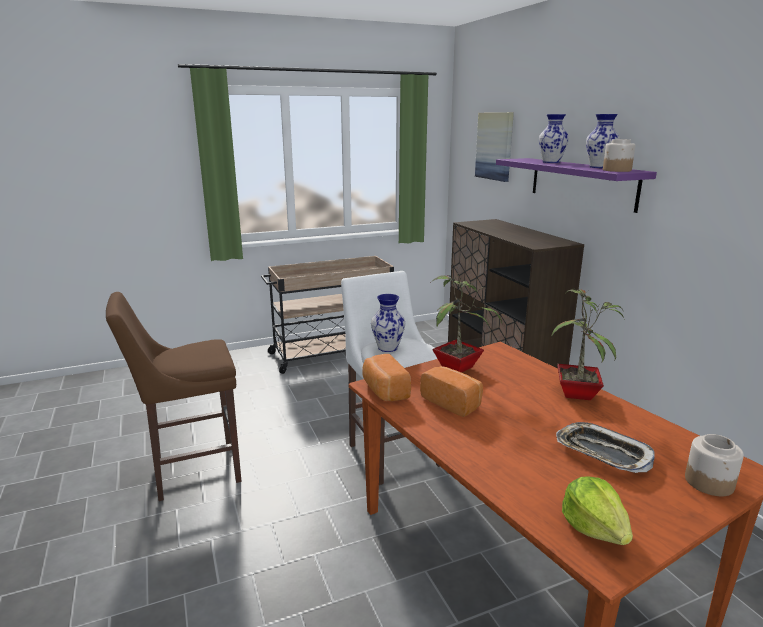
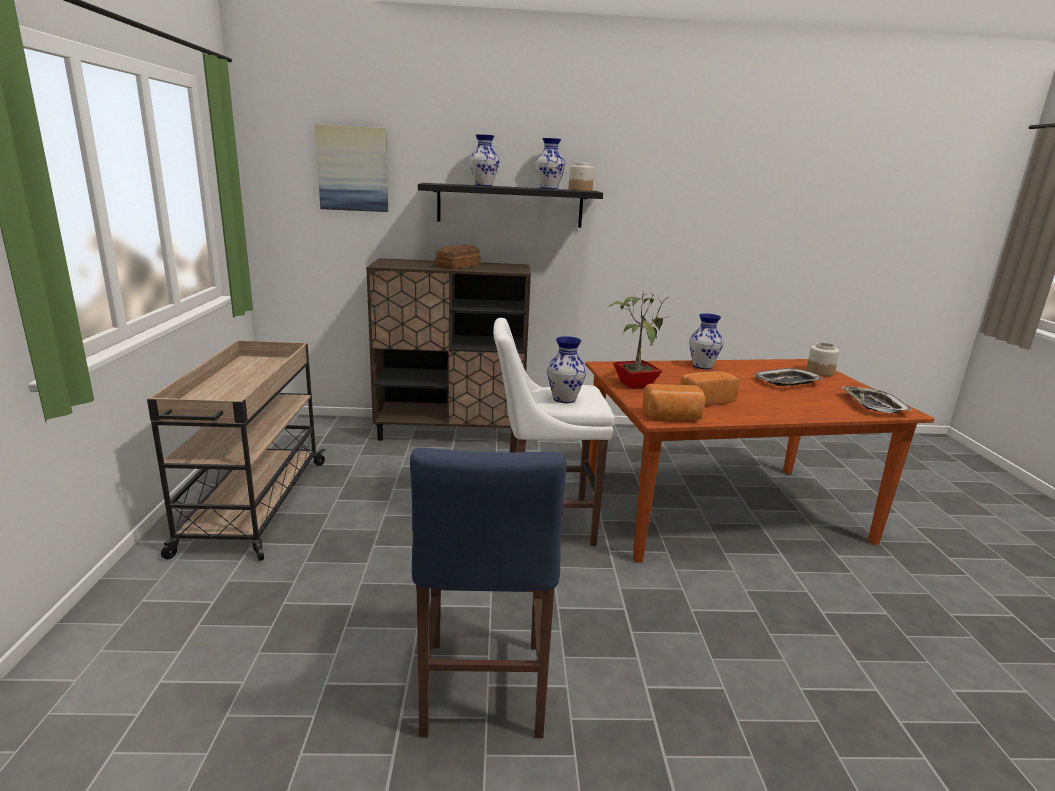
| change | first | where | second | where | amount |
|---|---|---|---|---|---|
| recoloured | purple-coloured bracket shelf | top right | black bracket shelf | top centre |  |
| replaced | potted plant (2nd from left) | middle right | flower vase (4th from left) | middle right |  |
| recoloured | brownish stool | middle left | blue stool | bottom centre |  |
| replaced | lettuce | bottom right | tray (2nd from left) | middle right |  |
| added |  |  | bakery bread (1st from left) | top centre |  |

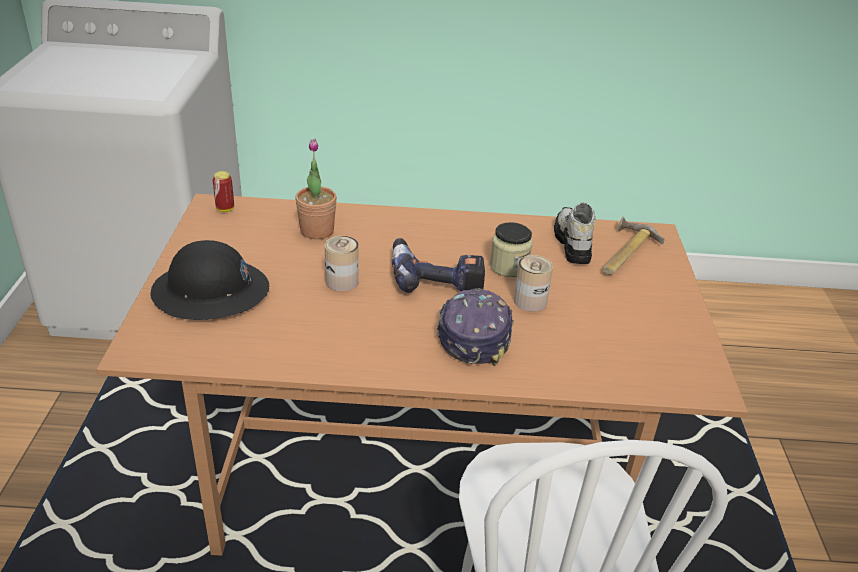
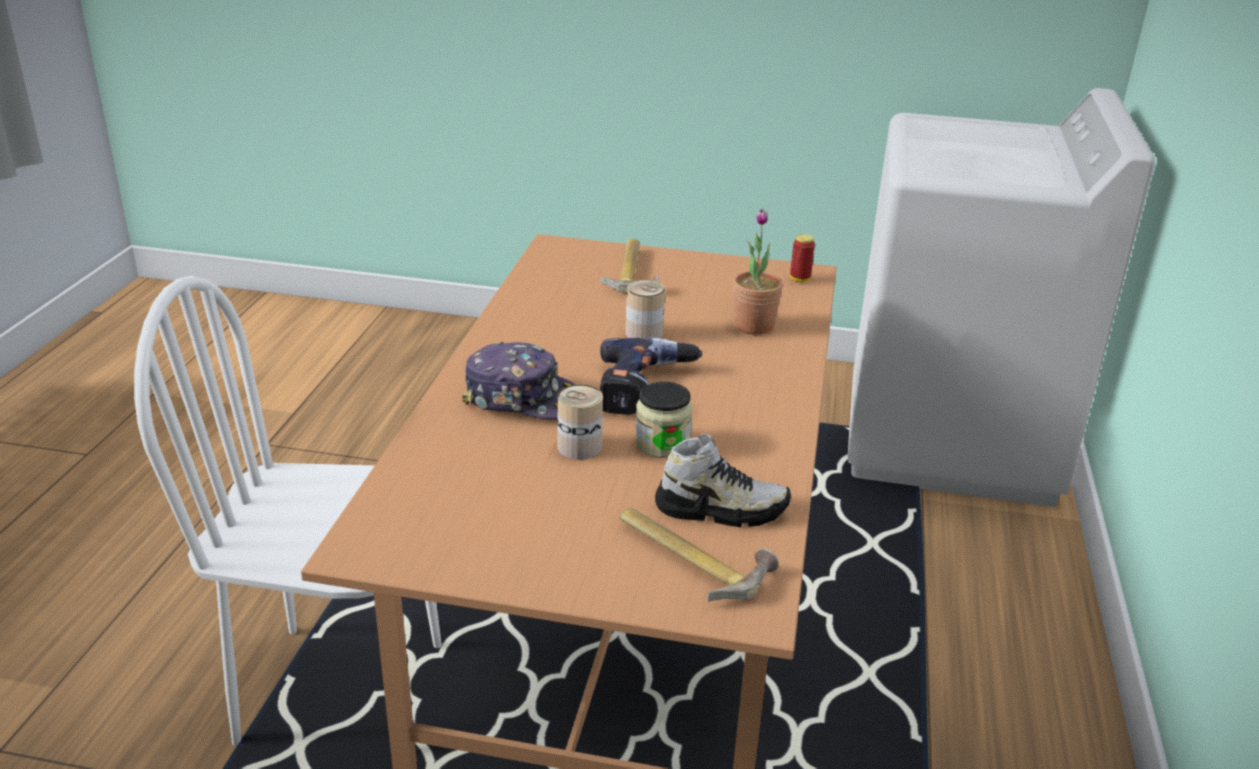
| change | first | where | second | where | amount |
|---|---|---|---|---|---|
| replaced | black hard hat | middle left | hammer (1st from left) | centre |  |

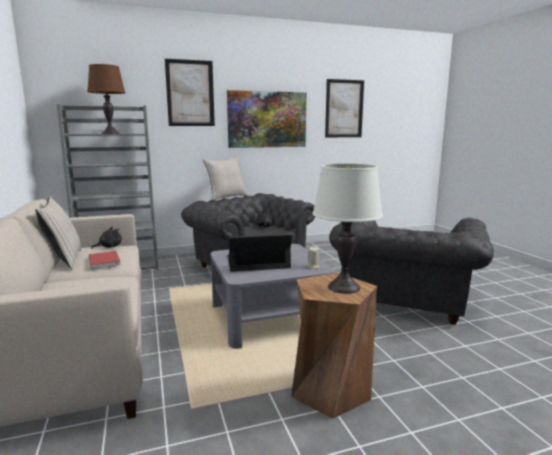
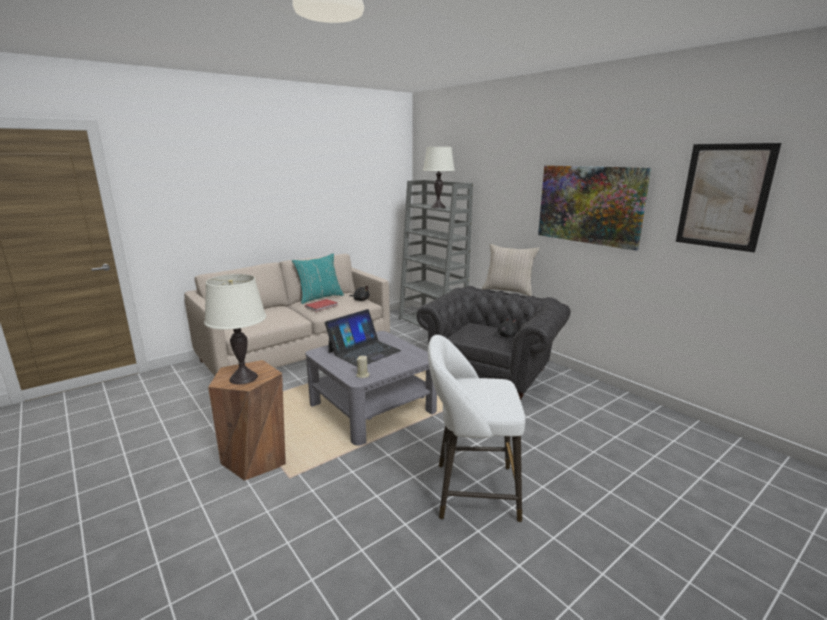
| change | first | where | second | where | amount |
|---|---|---|---|---|---|
| removed | wall picture (1st from left) | top centre |  |  |  |
| recoloured | brownish tabletop lamp | top left | white tabletop lamp (2nd from left) | top centre |  |
| recoloured | beige pillow (1st from left) | middle left | turquoise-coloured pillow | centre |  |
| replaced | greyish armchair (2nd from left) | middle right | white stool | bottom centre |  |
| turned | notebook computer | centre |  | centre | 75 degrees clockwise |

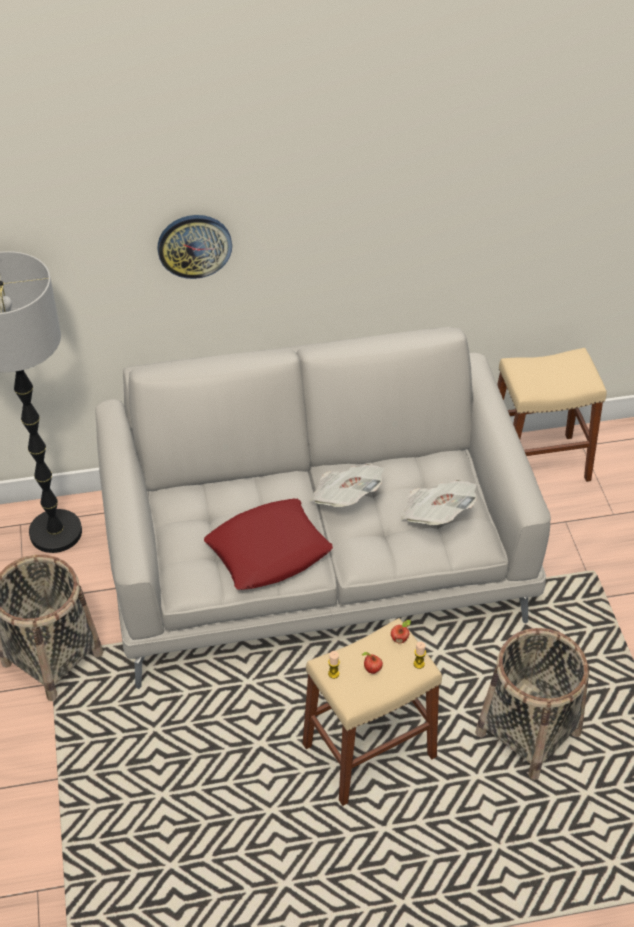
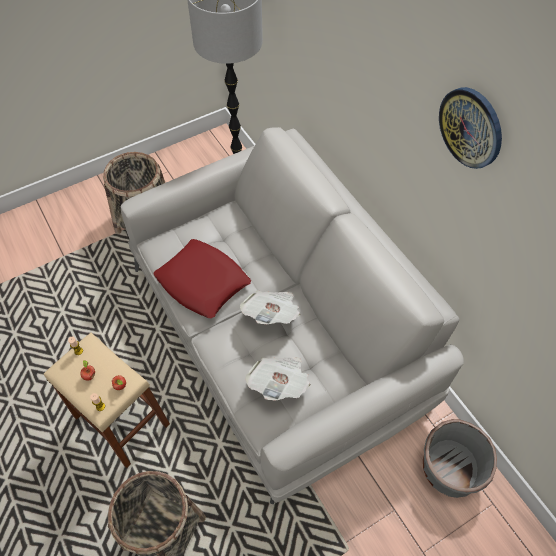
| change | first | where | second | where | amount |
|---|---|---|---|---|---|
| moved | wall clock | top left |  | top right |  |
| replaced | beige stool (2nd from left) | middle right | greyish flower pot | bottom right |  |

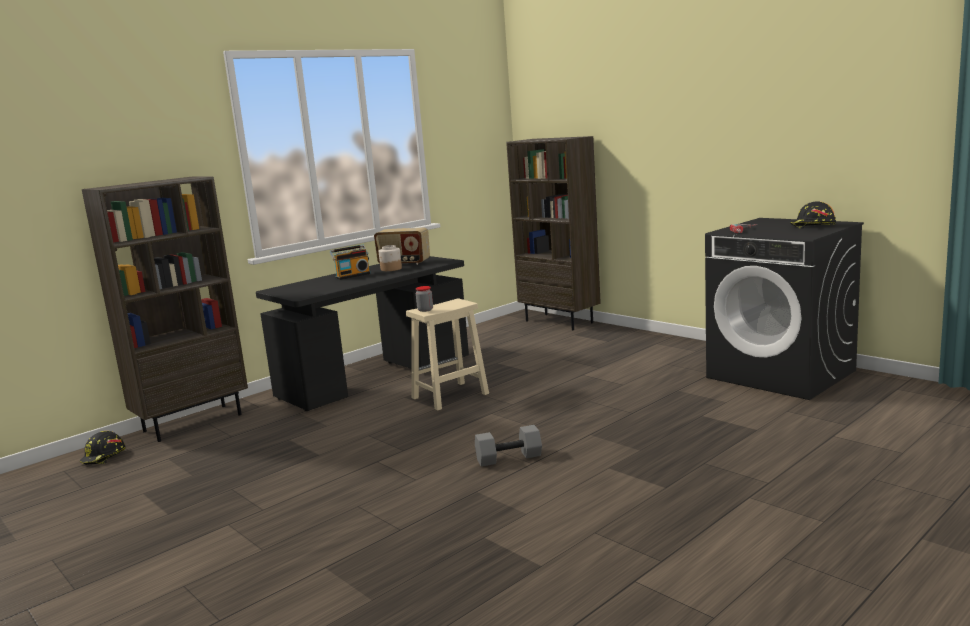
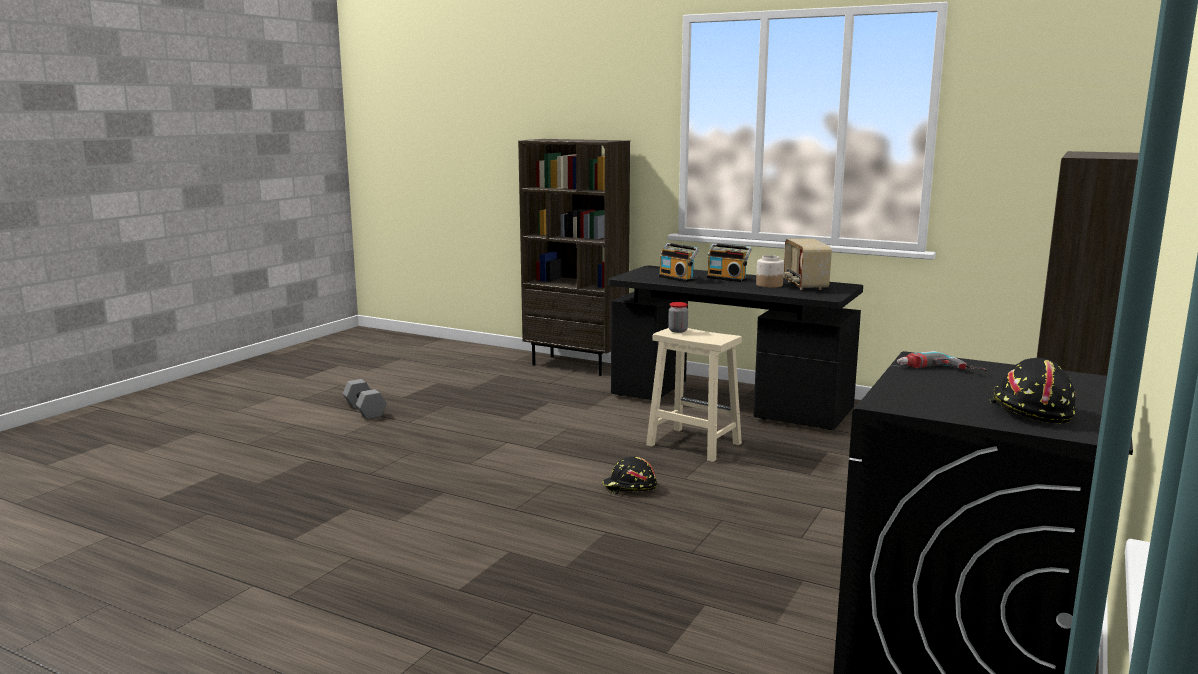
| change | first | where | second | where | amount |
|---|---|---|---|---|---|
| moved | greyish hand weight | bottom centre |  | middle left |  |
| moved | black hard hat (1st from left) | bottom left |  | bottom centre |  |
| added |  |  | radio (1st from left) | centre |  |

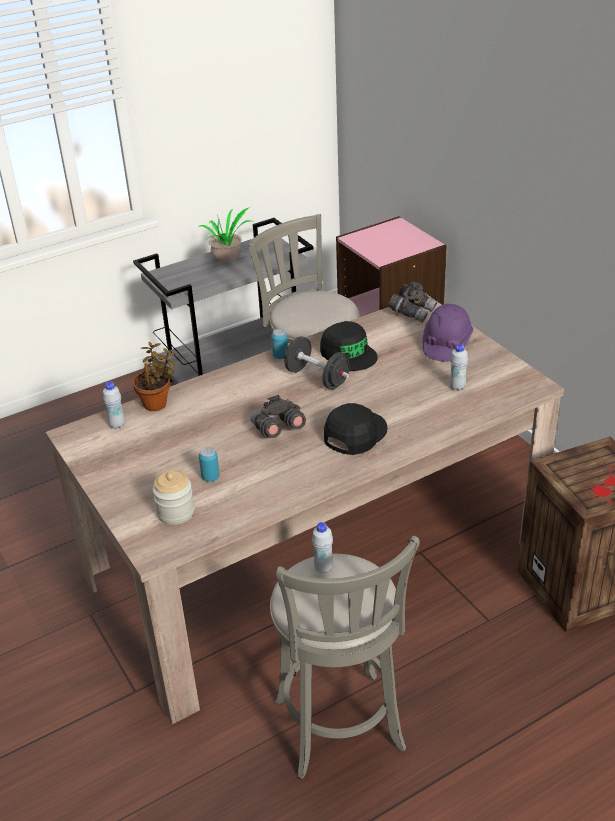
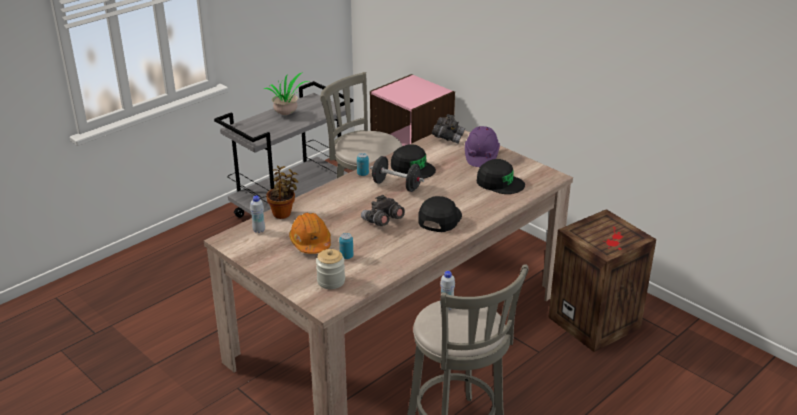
| change | first | where | second | where | amount |
|---|---|---|---|---|---|
| replaced | white bottle (3rd from left) | middle right | black peaked cap (3rd from left) | centre |  |
| added |  |  | orangey hard hat | centre |  |

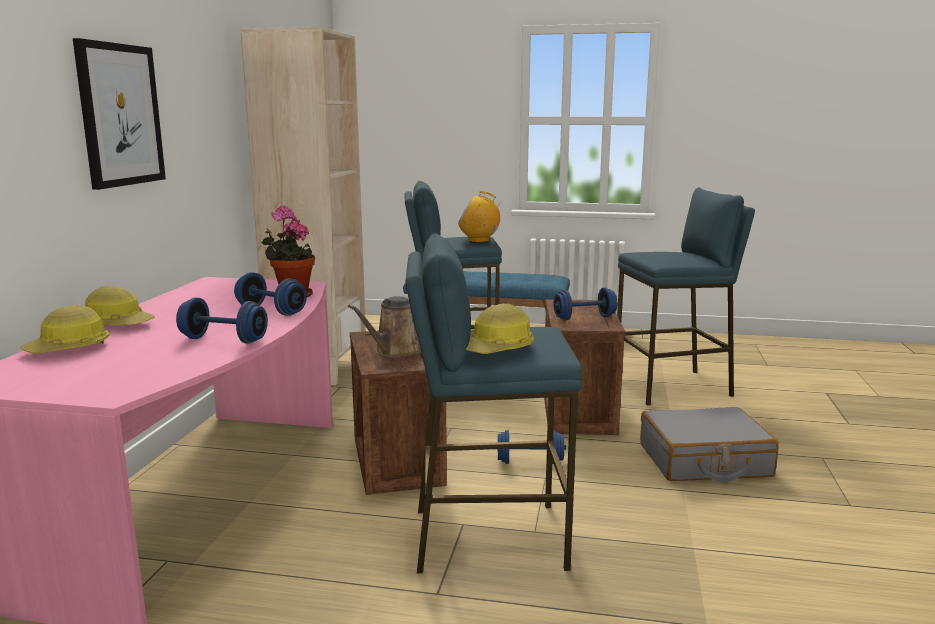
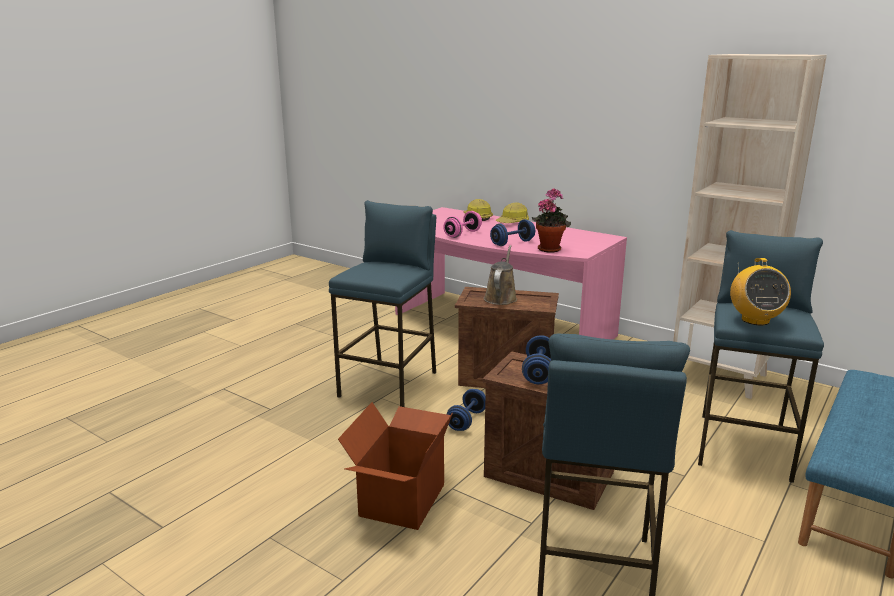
| change | first | where | second | where | amount |
|---|---|---|---|---|---|
| removed | wall picture | top left |  |  |  |
| turned | radio | centre |  | middle right | 150 degrees clockwise |
| turned | brownish watering can | centre |  | centre | 45 degrees clockwise |
| recoloured | blue hand weight (1st from left) | middle left | pinkish hand weight | centre |  |
| removed | hard hat (3rd from left) | centre |  |  |  |
| replaced | greyish suitcase | bottom right | packing box | bottom centre |  |

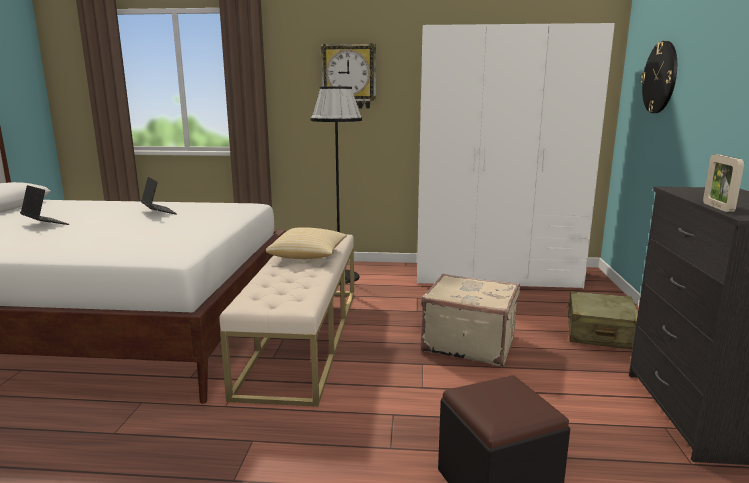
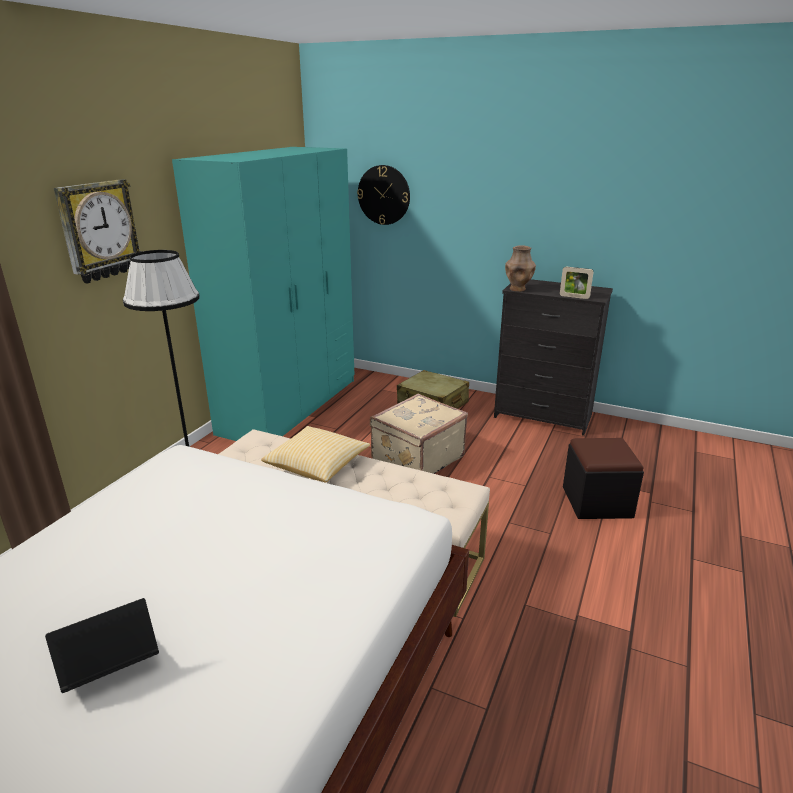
| change | first | where | second | where | amount |
|---|---|---|---|---|---|
| recoloured | white armoire | top right | turquoise-coloured armoire | middle left |  |
| removed | notebook computer (2nd from left) | middle left |  |  |  |
| added |  |  | brownish flower vase | centre |  |

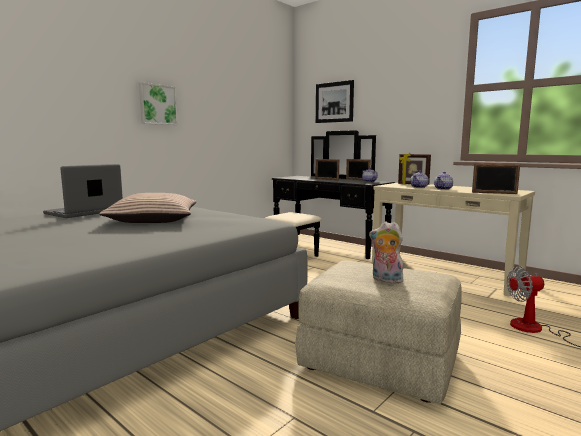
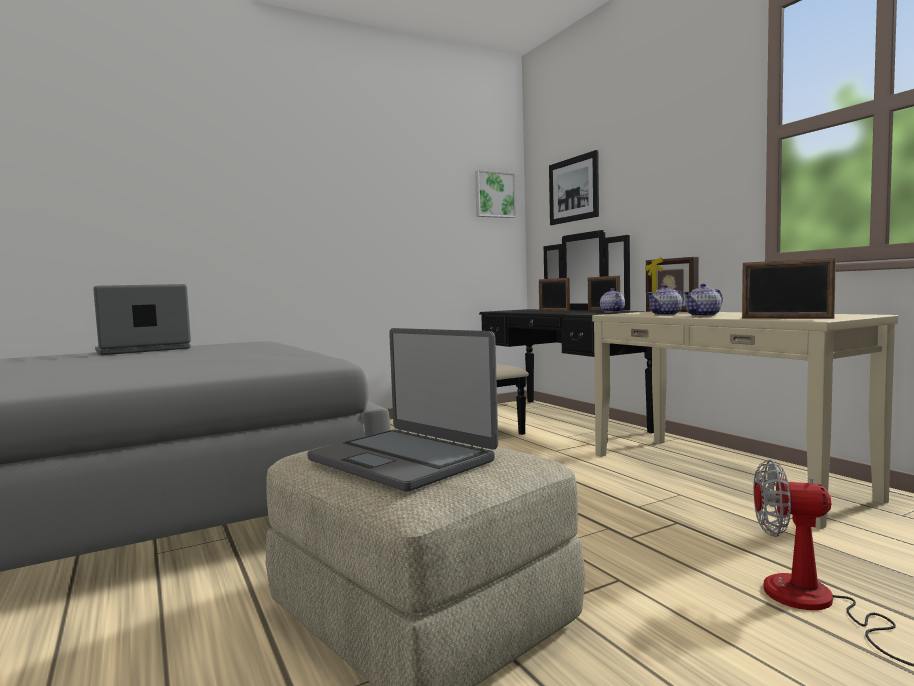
| change | first | where | second | where | amount |
|---|---|---|---|---|---|
| moved | wall picture (1st from left) | top left |  | top centre |  |
| removed | pillow | middle left |  |  |  |
| replaced | cuddly toy | centre | notebook computer (2nd from left) | centre |  |

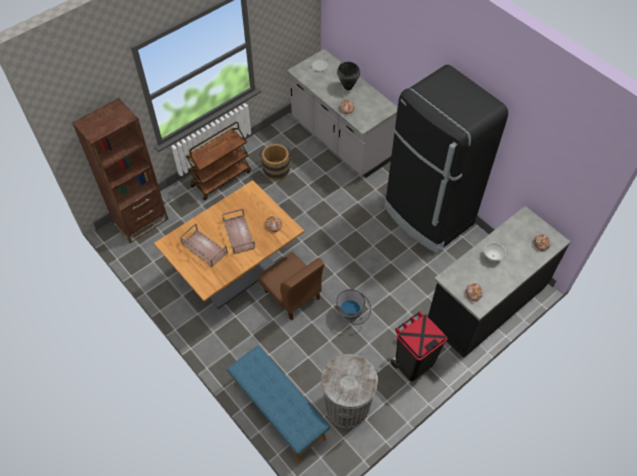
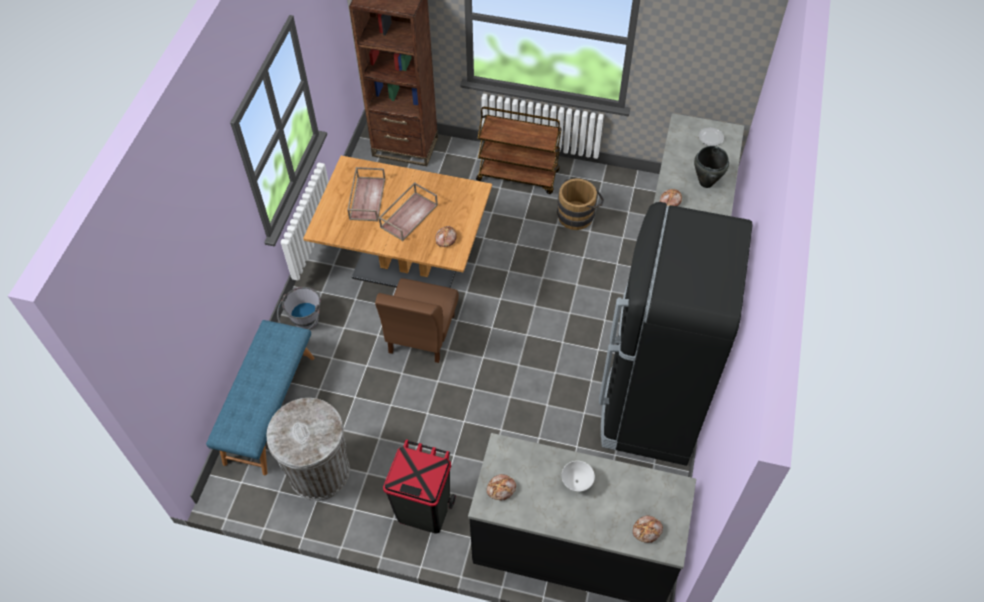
| change | first | where | second | where | amount |
|---|---|---|---|---|---|
| moved | greyish pail | centre |  | middle left |  |

